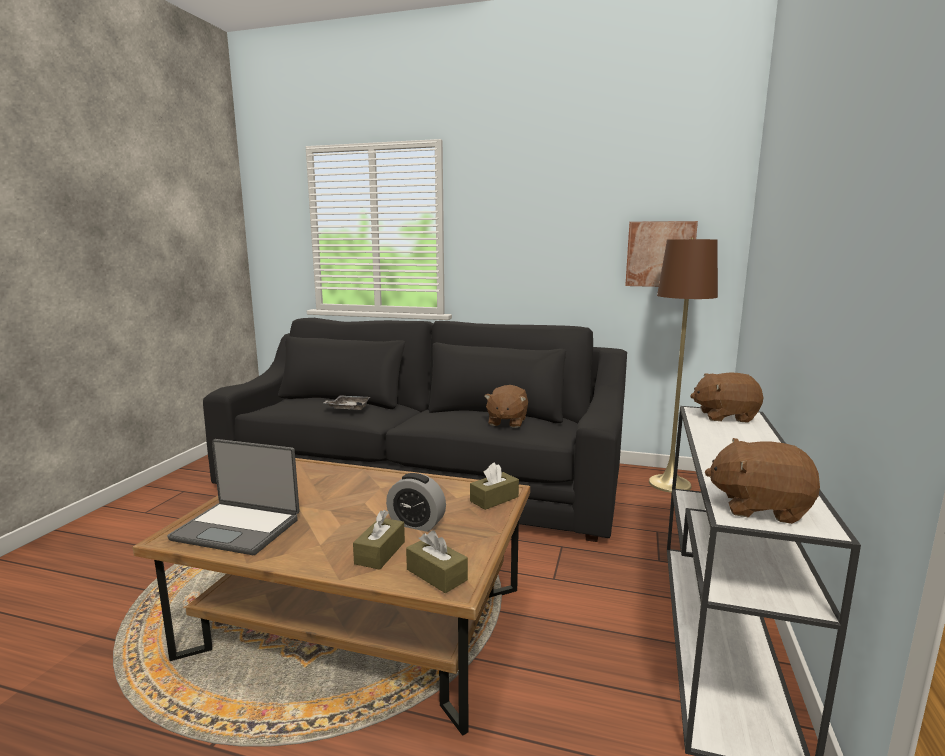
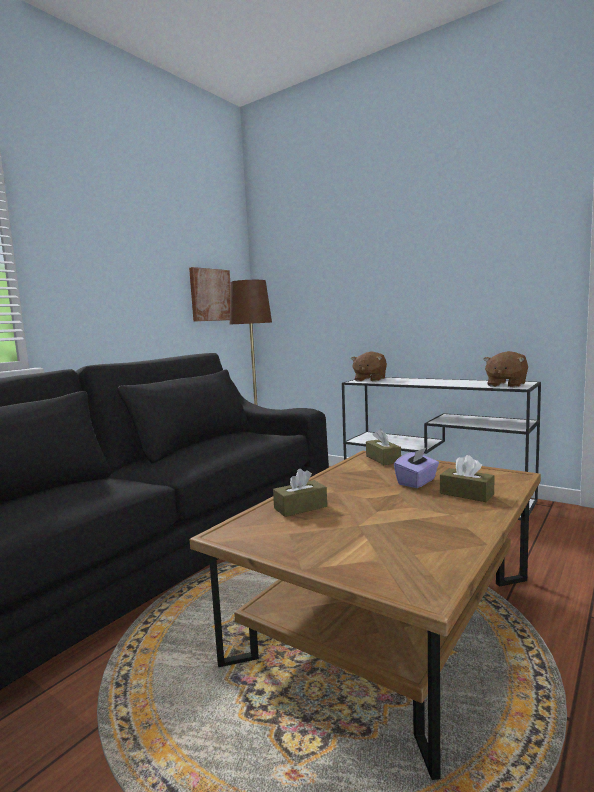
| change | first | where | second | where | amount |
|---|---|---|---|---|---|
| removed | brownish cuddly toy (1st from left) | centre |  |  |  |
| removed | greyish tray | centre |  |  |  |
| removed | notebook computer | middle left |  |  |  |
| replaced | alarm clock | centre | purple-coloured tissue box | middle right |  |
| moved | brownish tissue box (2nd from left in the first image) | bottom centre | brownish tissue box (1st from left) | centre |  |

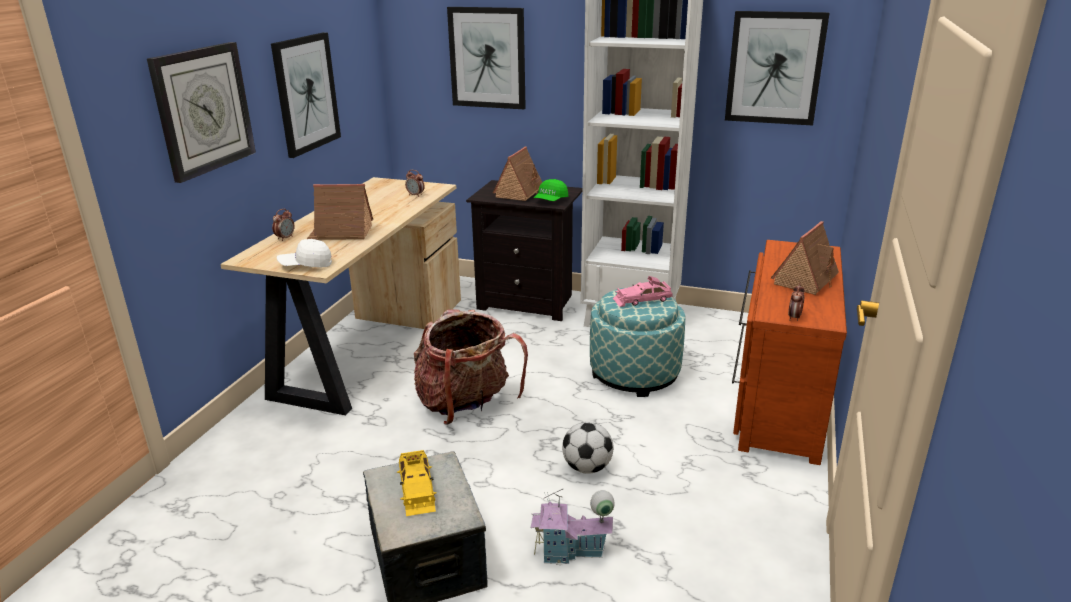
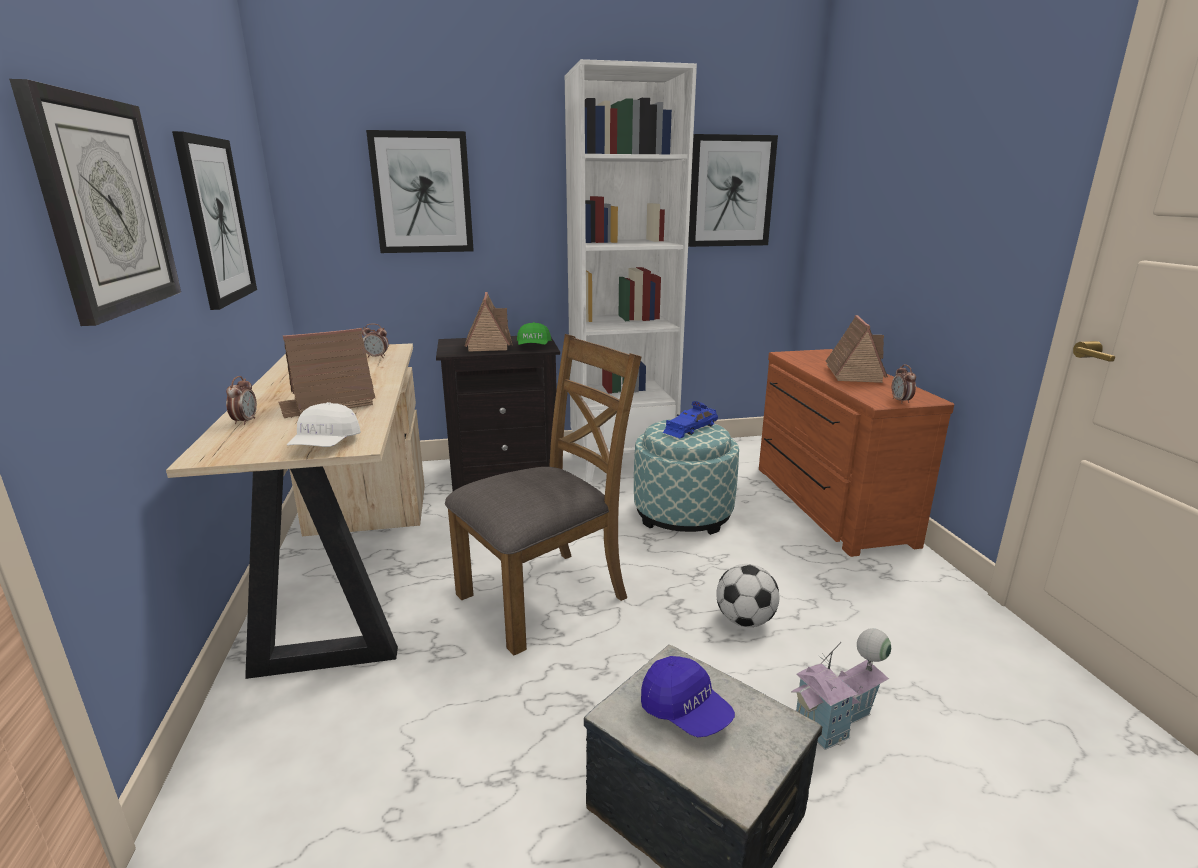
| change | first | where | second | where | amount |
|---|---|---|---|---|---|
| turned | white peaked cap | middle left |  | middle left | 45 degrees counterclockwise |
| recoloured | pinkish toy car | centre | blue toy car | centre |  |
| replaced | rucksack | centre | brownish chair | centre |  |
| replaced | yellow toy car | bottom centre | blue peaked cap | bottom centre |  |

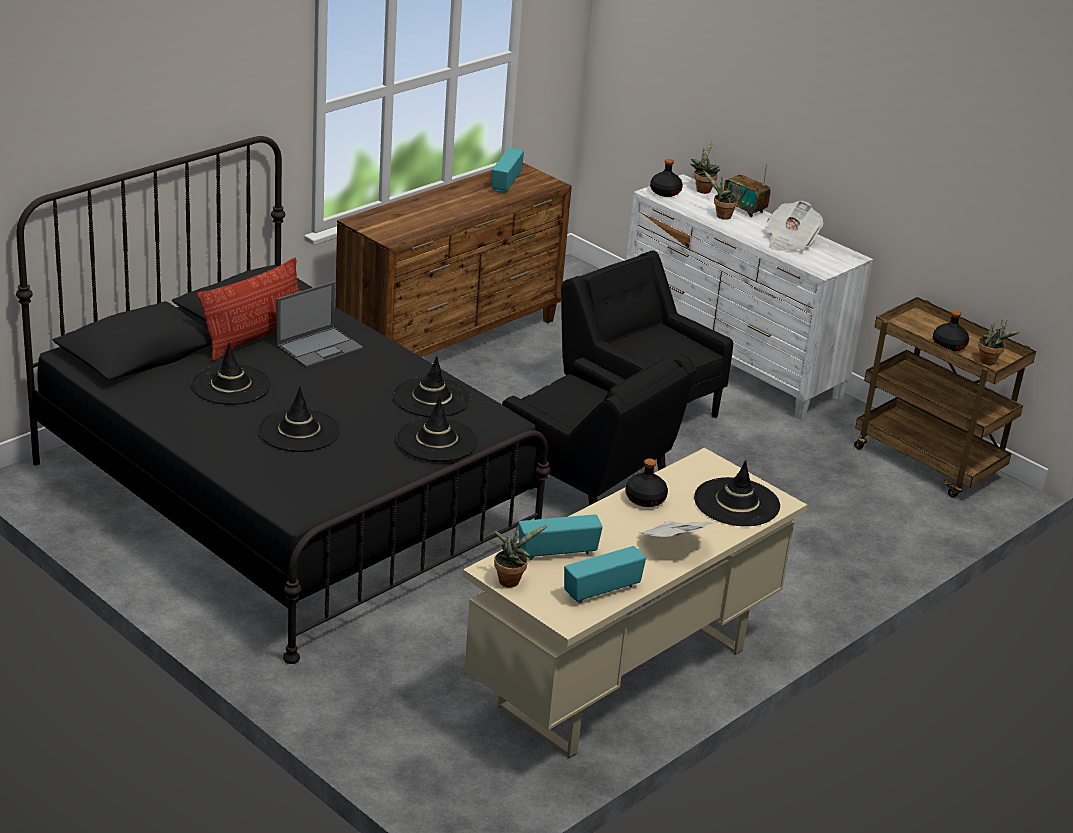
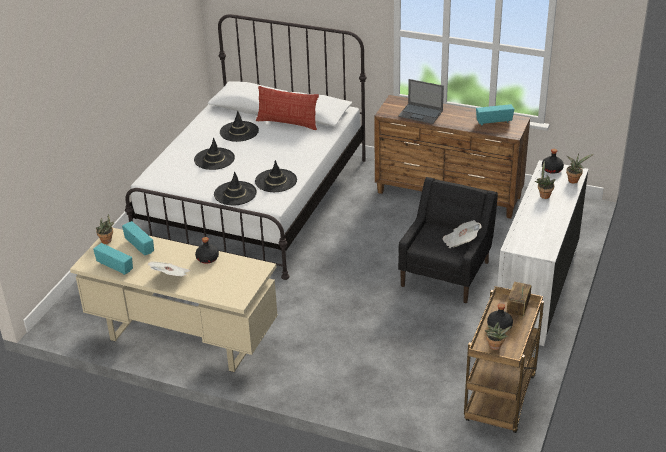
| change | first | where | second | where | amount |
|---|---|---|---|---|---|
| recoloured | black bedroom bed | middle left | white bedroom bed | top centre |  |
| moved | radio (4th from left) | top right |  | middle right |  |
| moved | newspaper (2nd from left) | top right |  | middle right |  |
| moved | notebook computer | middle left |  | top centre |  |
| removed | black armchair (1st from left) | centre |  |  |  |
| removed | black clothing hat (5th from left) | middle right |  |  |  |

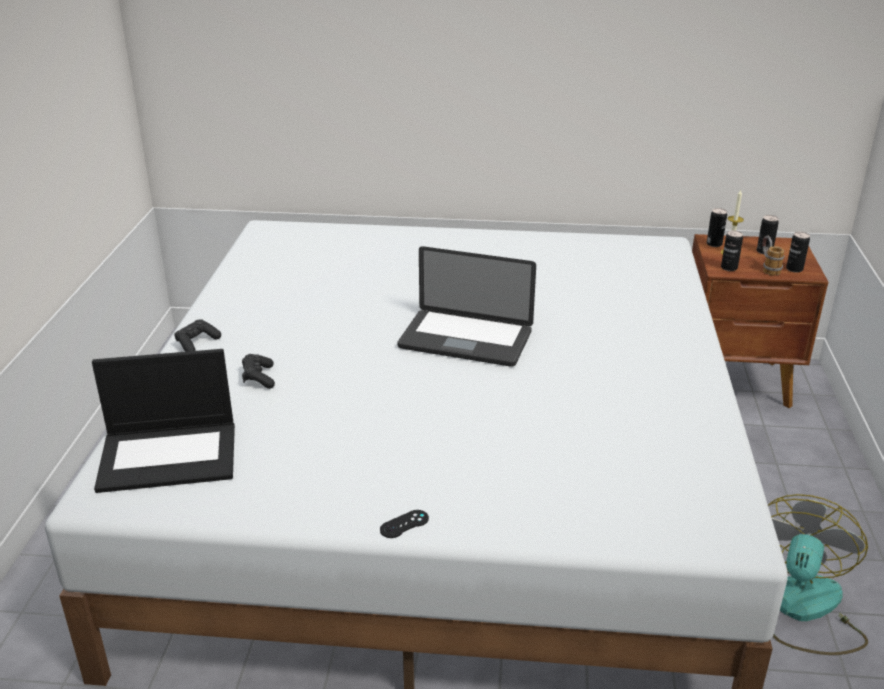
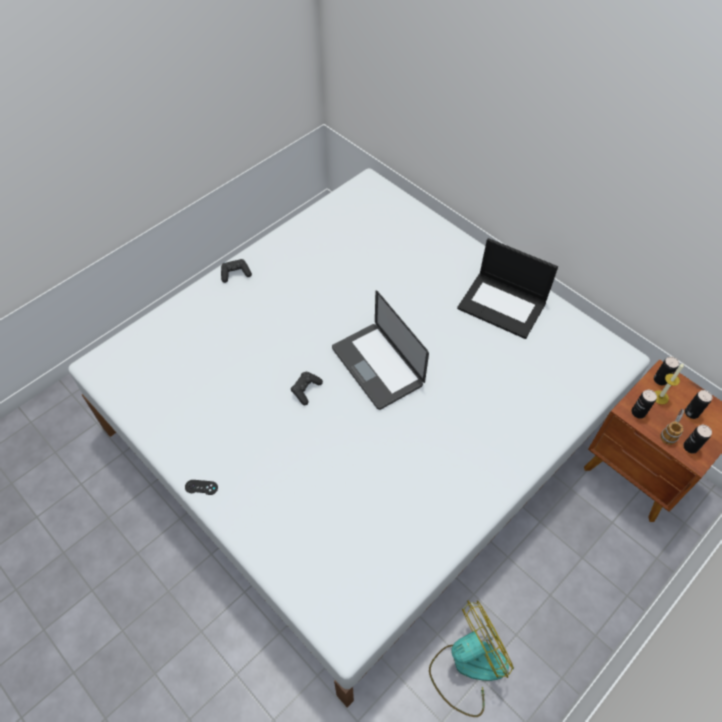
| change | first | where | second | where | amount |
|---|---|---|---|---|---|
| moved | notebook computer (1st from left in the first image) | middle left | notebook computer (2nd from left) | middle right |  |
| moved | black gamepad (2nd from left in the first image) | middle left | black gamepad (3rd from left) | centre |  |

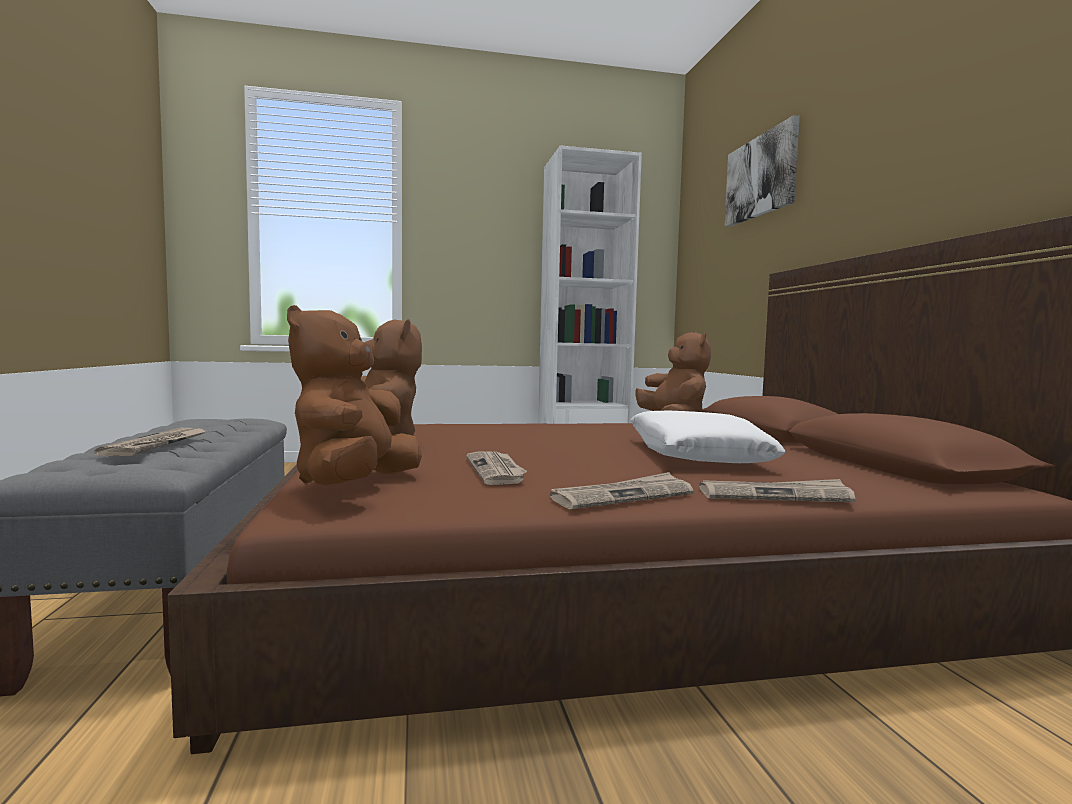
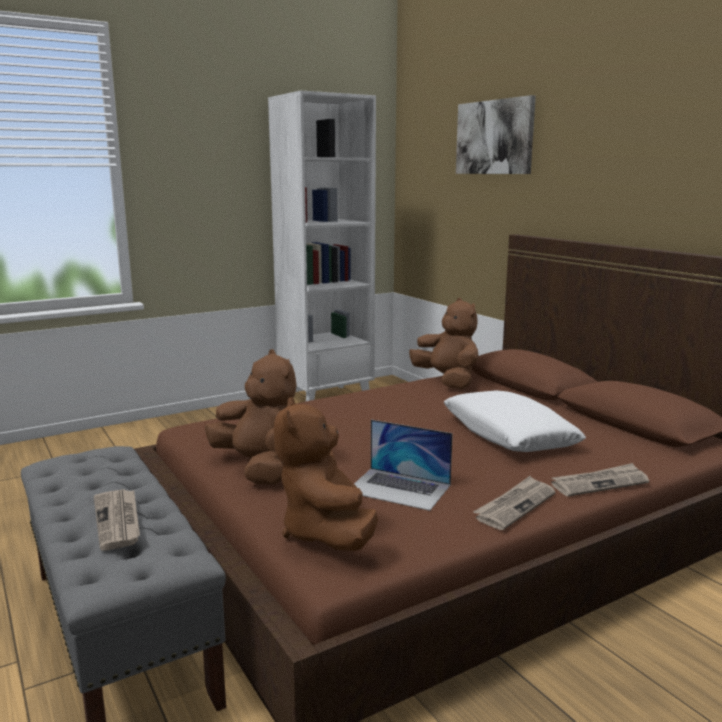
| change | first | where | second | where | amount |
|---|---|---|---|---|---|
| replaced | newspaper (2nd from left) | centre | notebook computer | centre |  |

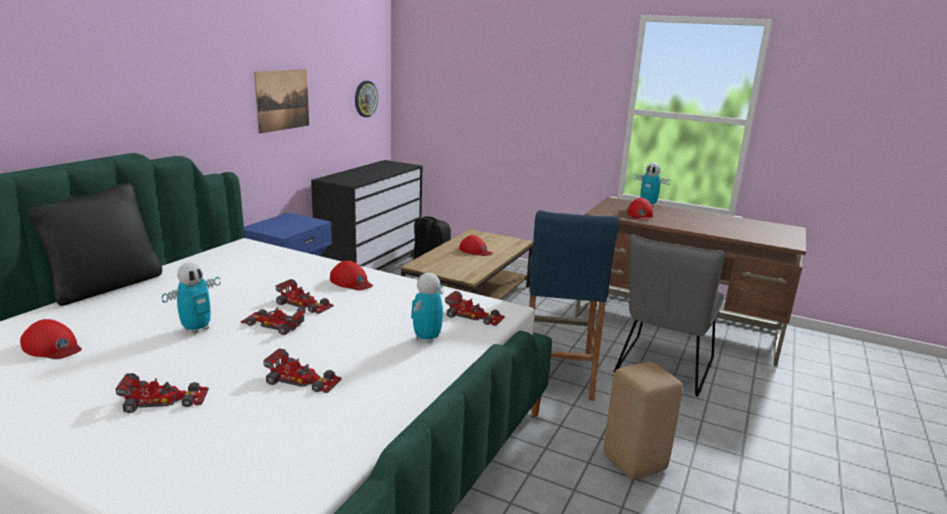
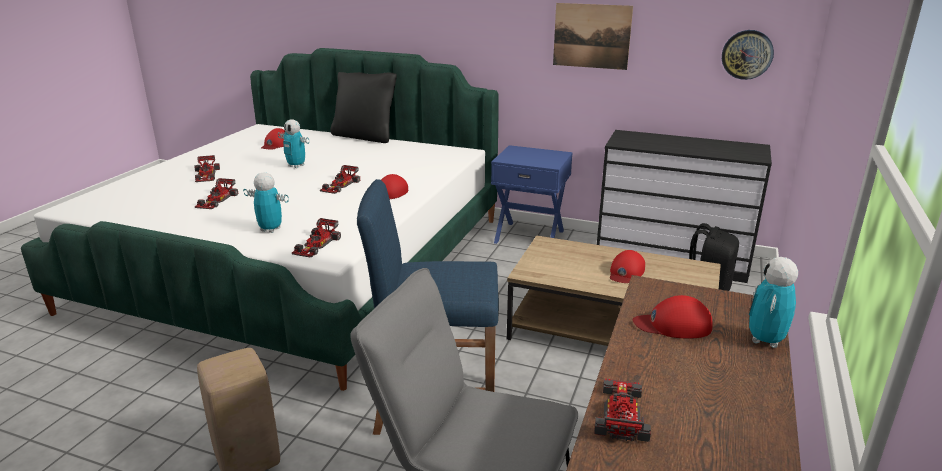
| change | first | where | second | where | amount |
|---|---|---|---|---|---|
| moved | toy car (2nd from left in the first image) | middle left | toy car (5th from left) | bottom centre |  |

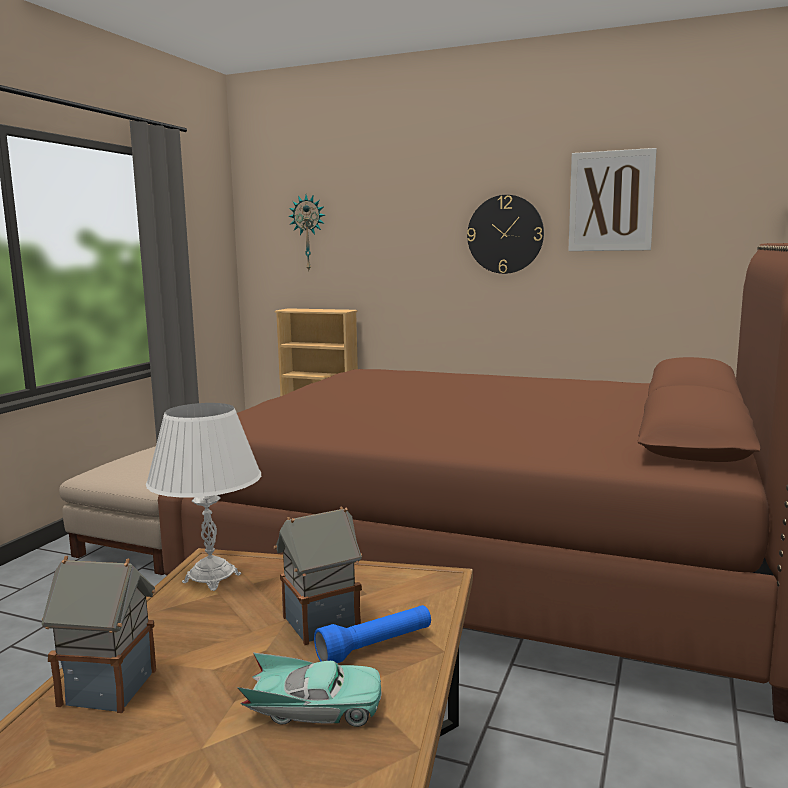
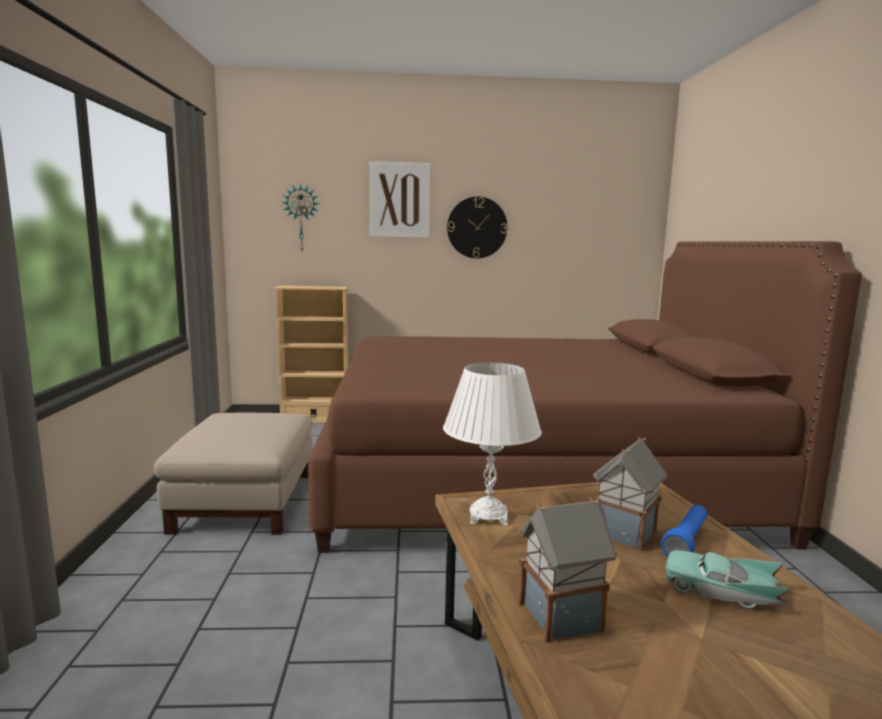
| change | first | where | second | where | amount |
|---|---|---|---|---|---|
| moved | wall picture | top right |  | top centre |  |
| turned | turquoise-coloured toy car | bottom centre |  | bottom right | 135 degrees counterclockwise |

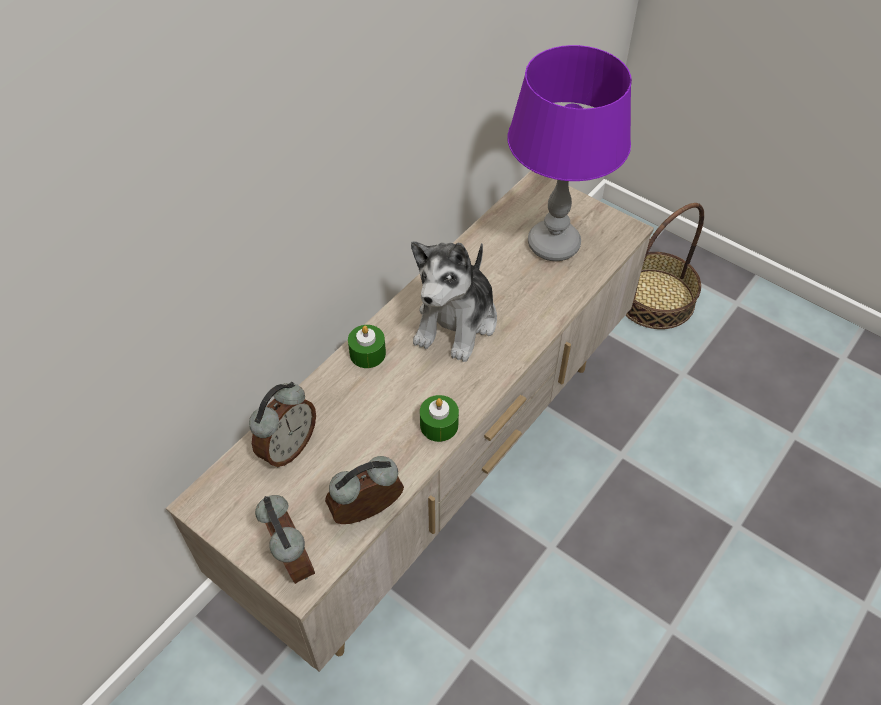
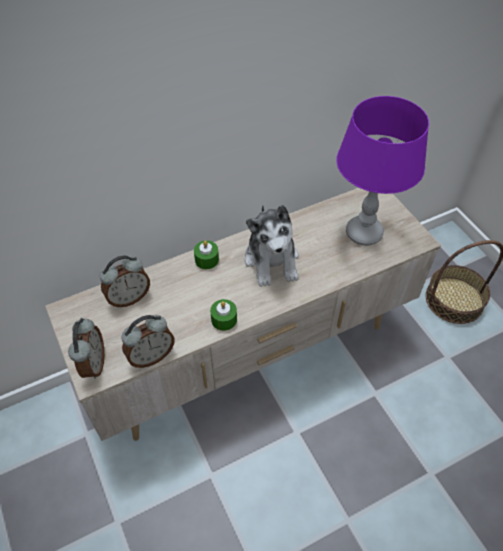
| change | first | where | second | where | amount |
|---|---|---|---|---|---|
| turned | cuddly toy | centre |  | centre | 60 degrees counterclockwise |
| turned | alarm clock (3rd from left) | bottom centre |  | middle left | 150 degrees clockwise |

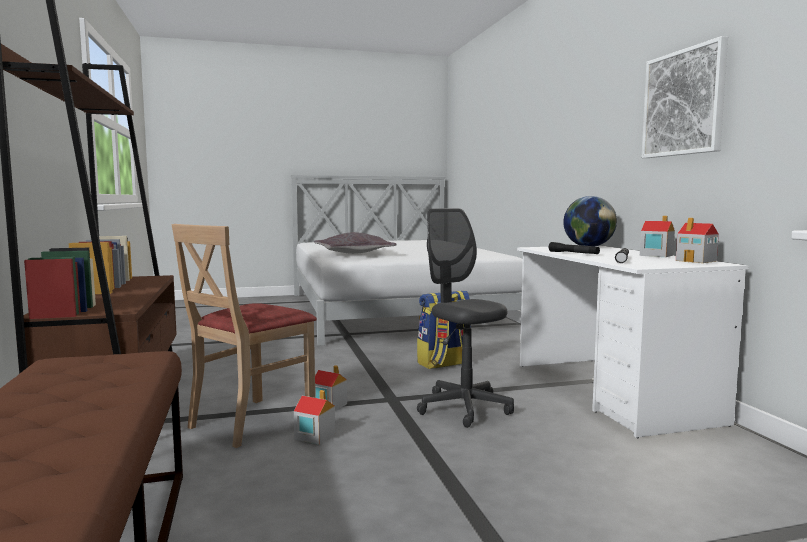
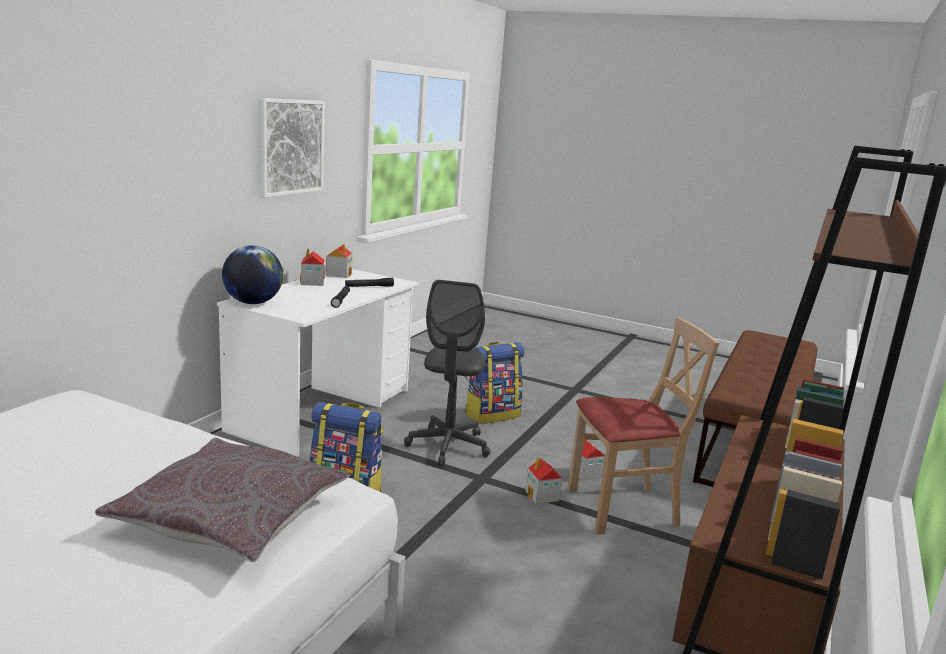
| change | first | where | second | where | amount |
|---|---|---|---|---|---|
| added |  |  | rucksack (2nd from left) | centre |  |

